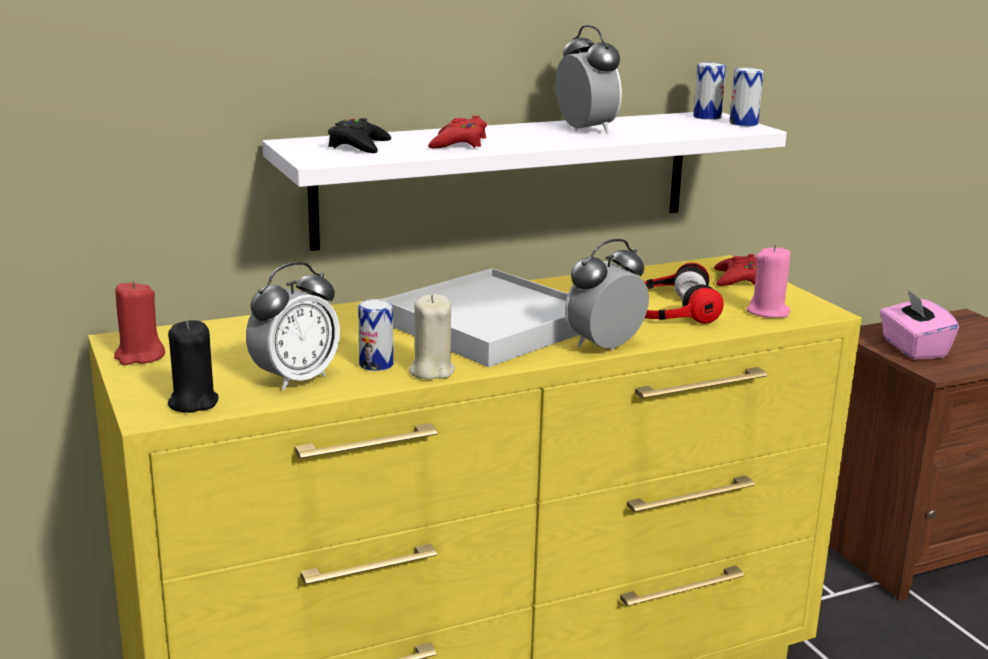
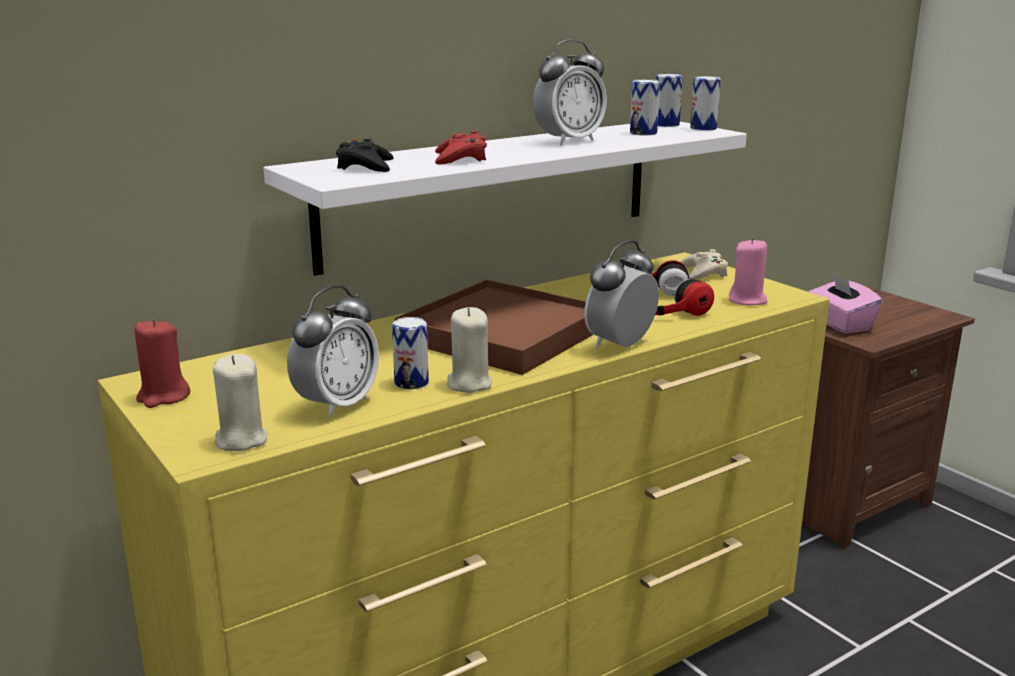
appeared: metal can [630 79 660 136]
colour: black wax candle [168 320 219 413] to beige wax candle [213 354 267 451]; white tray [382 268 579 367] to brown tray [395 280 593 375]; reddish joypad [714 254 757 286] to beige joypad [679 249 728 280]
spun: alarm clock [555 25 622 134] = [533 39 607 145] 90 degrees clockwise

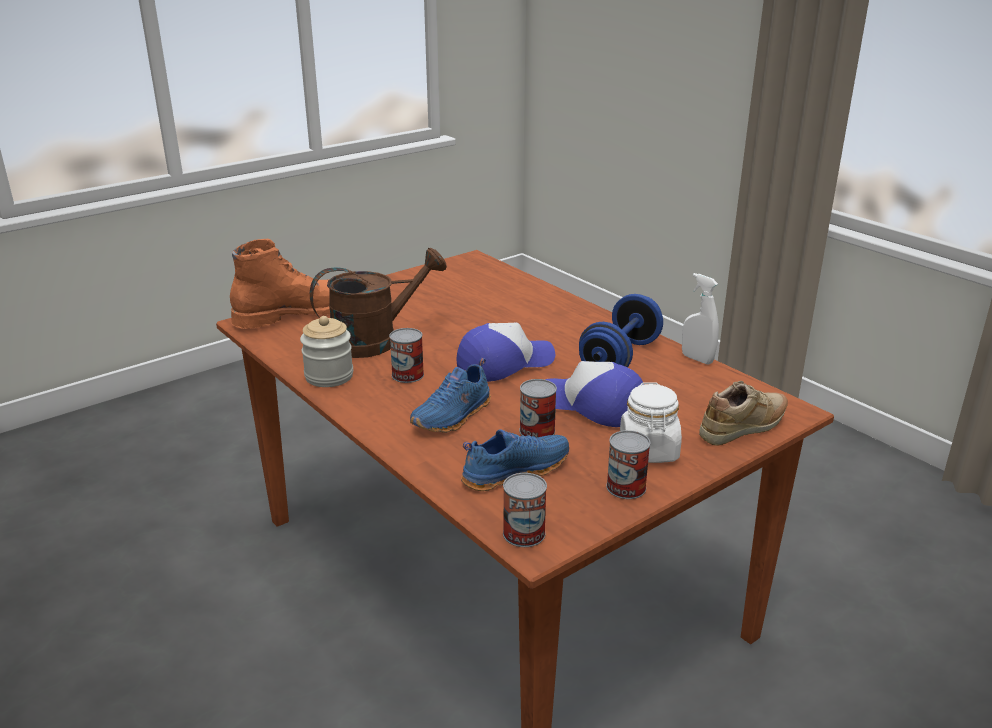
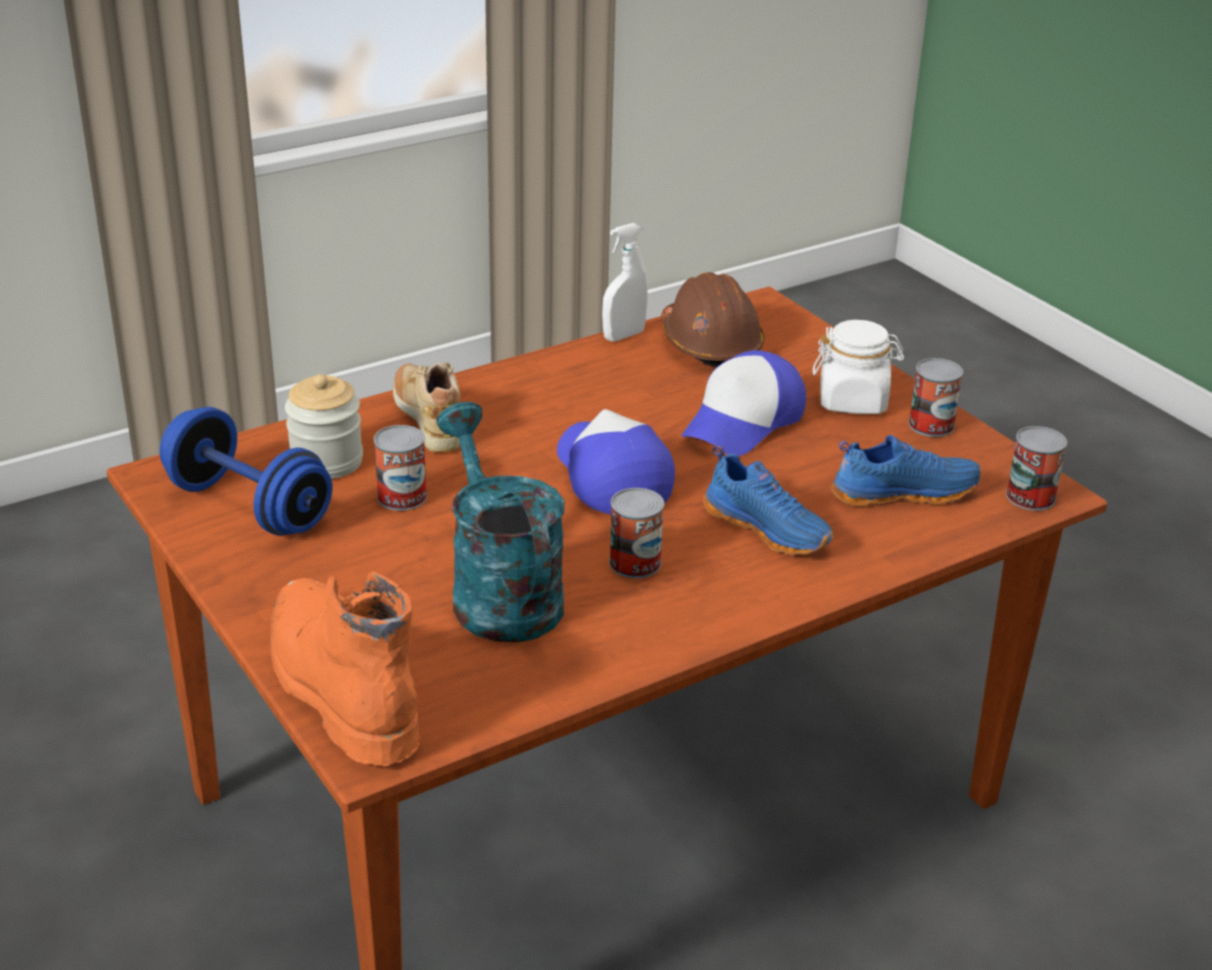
appeared: brown hard hat [661 272 765 367]
relocated: jar [300 316 353 387] to [285 374 363 479]; metal can [519 379 557 438] to [374 425 427 511]; bluish free weight [579 294 663 367] to [160 407 332 535]; beige shoe [699 381 788 446] to [393 362 460 452]
colour: brown watering can [310 248 447 358] to blue-green watering can [436 402 564 642]
spun: bluish shoe [461 429 569 491] = [831 435 981 507] 105 degrees clockwise

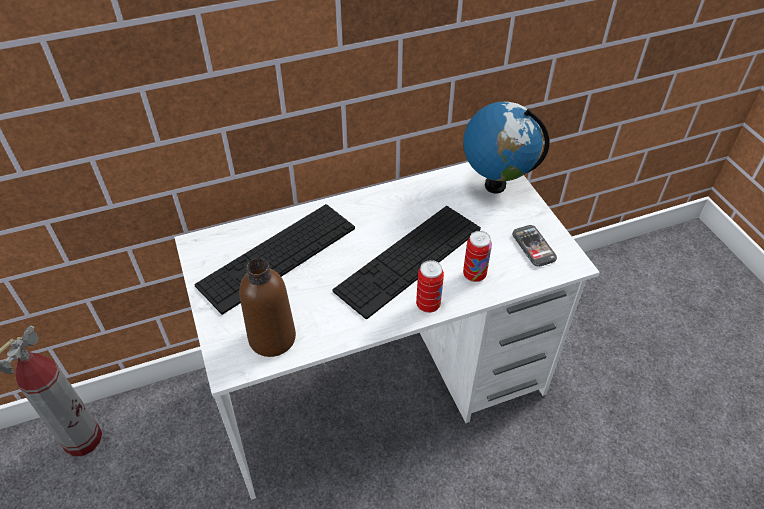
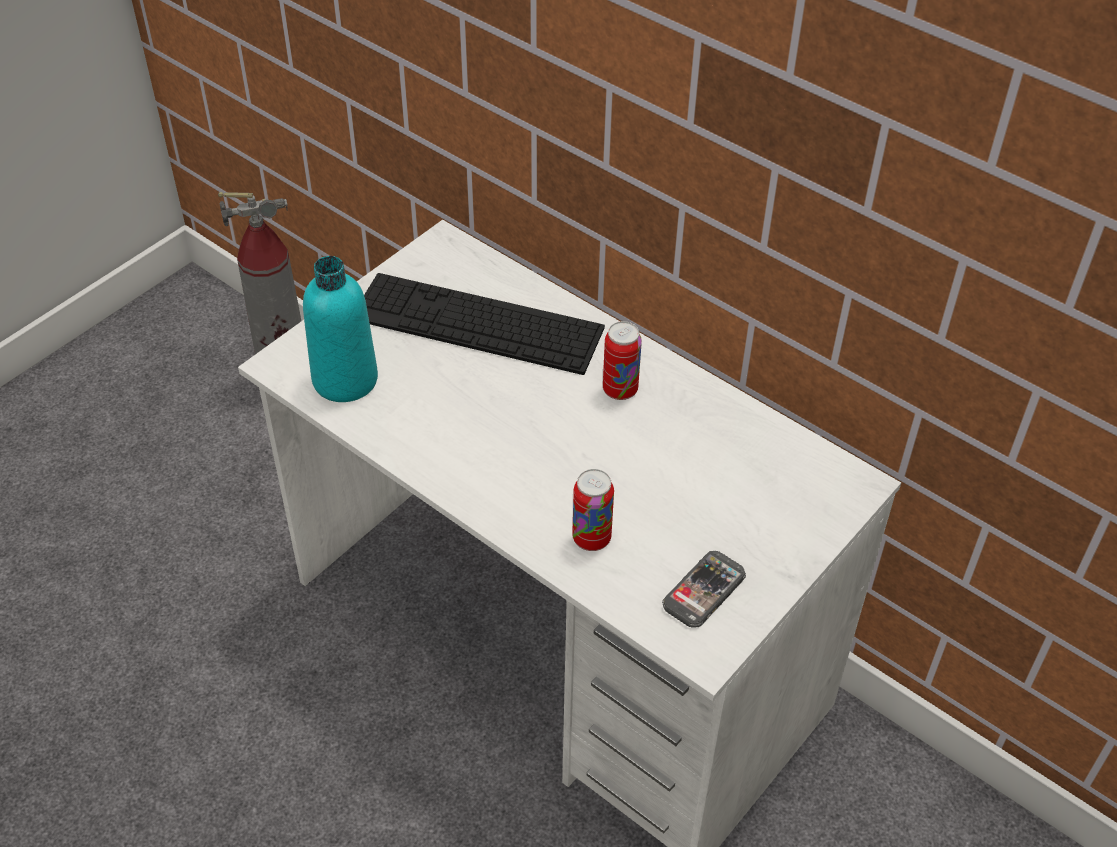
missing: keyboard [332 206 481 319]; globe [463 101 549 194]
relocated: metal can [416 260 444 313] to [603 321 642 400]
colour: brown bottle [239 258 296 357] to blue-green bottle [303 256 378 402]

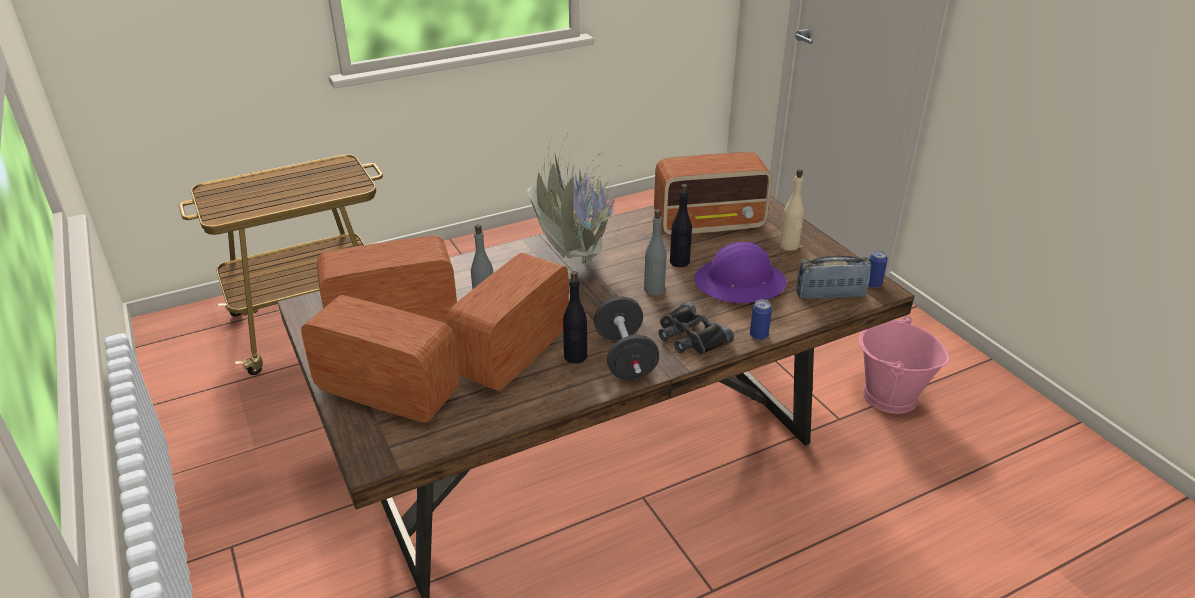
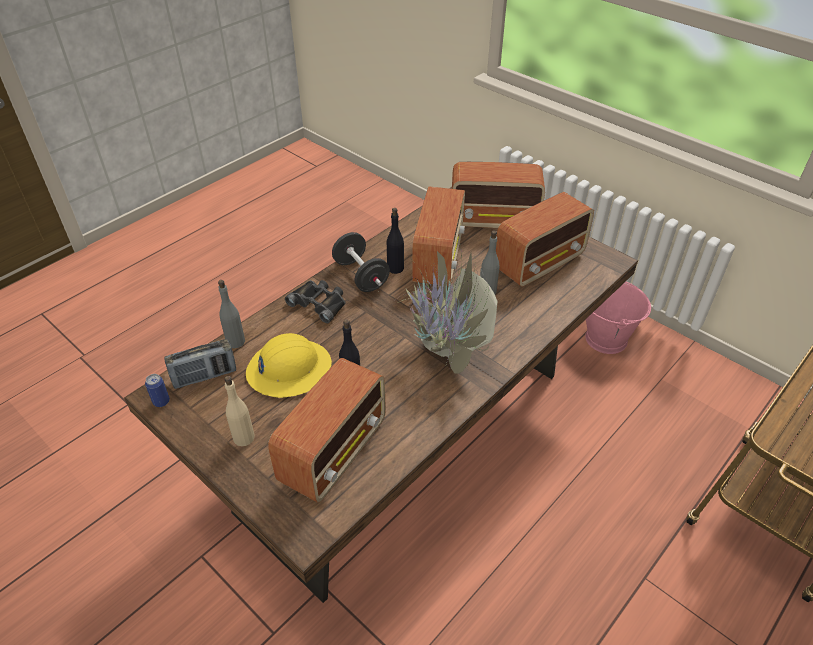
missing: metal can [750 300 772 340]
relocated: greyish bottle [644 209 667 295] to [218 280 245 349]; pink-coloured pail [859 316 949 414] to [585 282 651 354]
colour: purple hard hat [694 242 786 303] to yellowish hard hat [246 333 332 398]
spun: radio receiver [654 152 772 235] = [268 358 386 503] 150 degrees clockwise

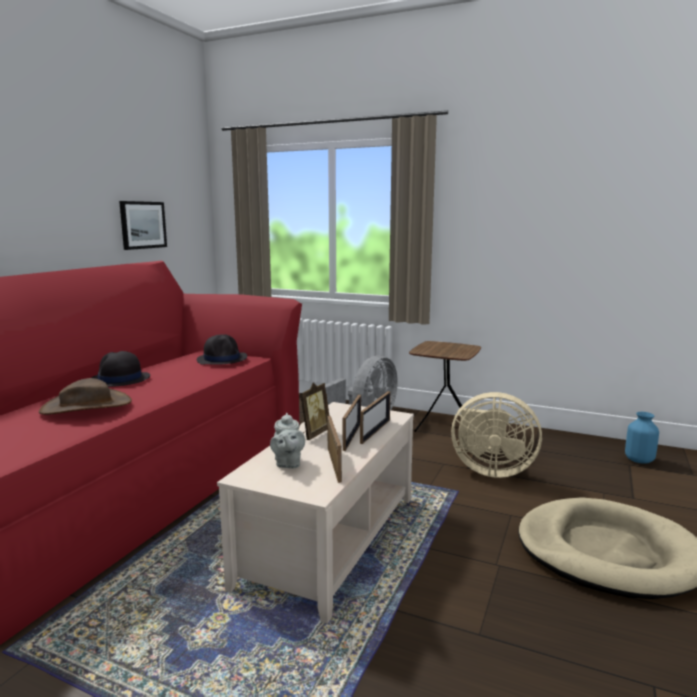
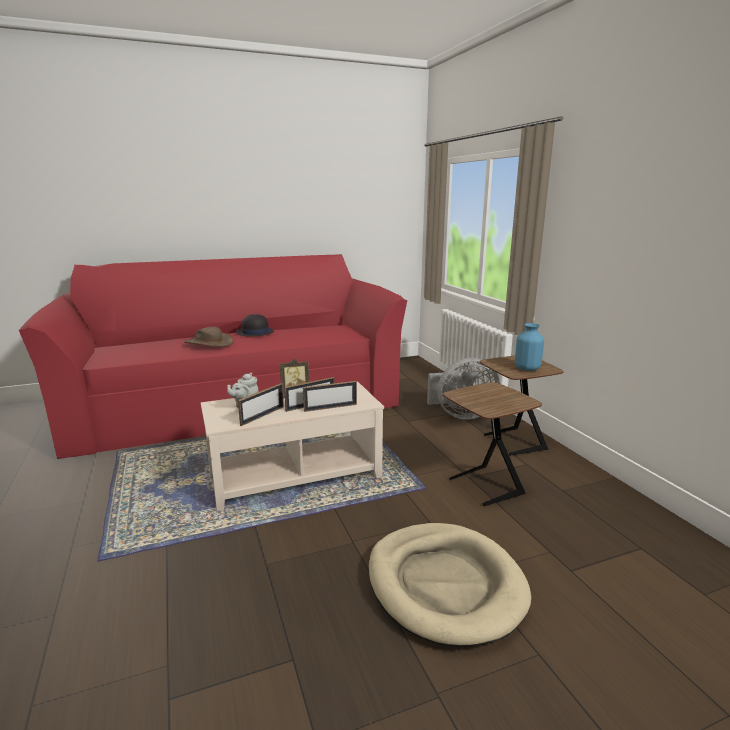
missing: wall picture [119 201 167 250]; black wearable hat [197 334 247 365]
relocated: bluish flower vase [625 412 659 464] to [515 323 544 371]
exchanged: beige electric fan [451 392 542 478] to brown accent table [443 382 542 506]

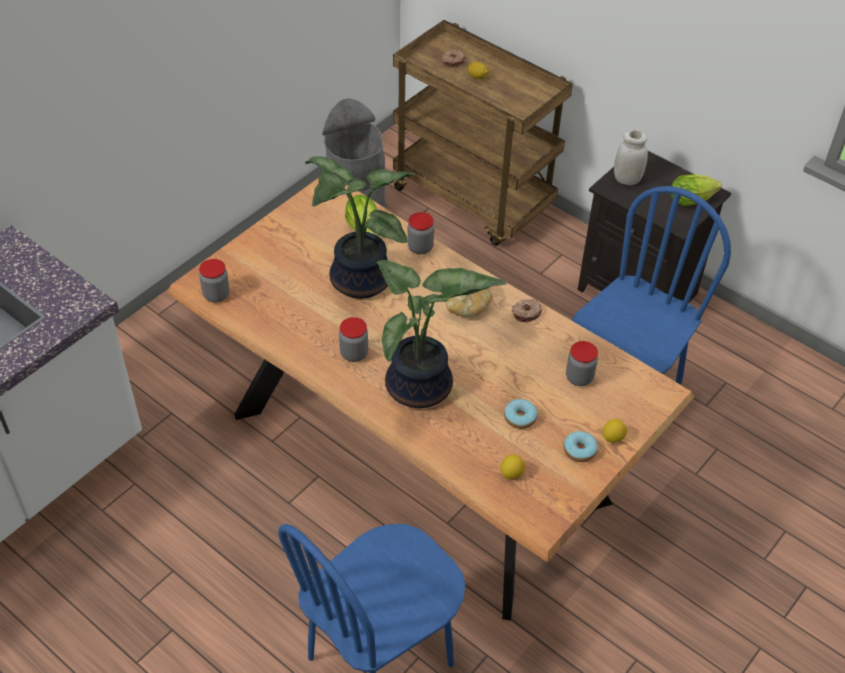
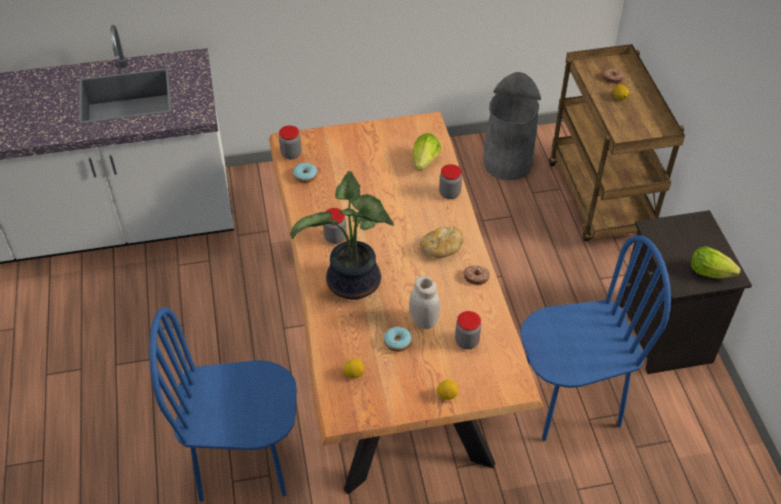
missing: houseplant [305 156 415 299]
relocated: doughnut [563 431 598 462] to [293 163 317 183]; white jar [614 130 648 185] to [409 276 440 329]

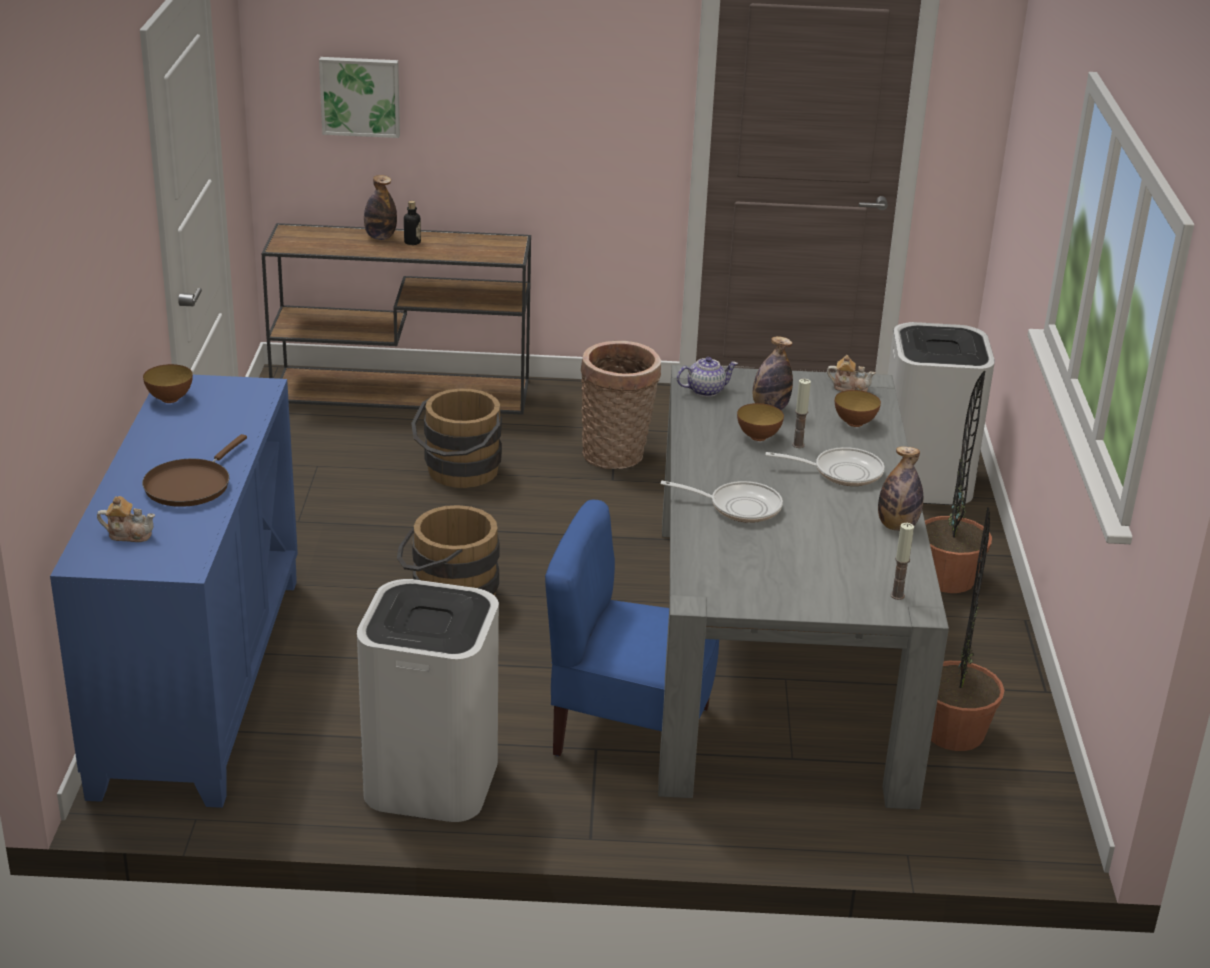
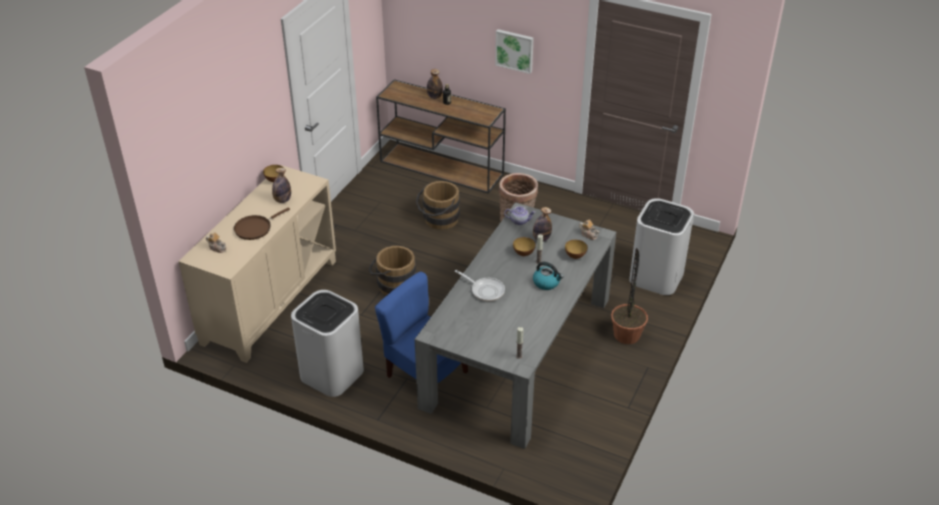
missing: houseplant [931 507 1004 751]
relocated: wall picture [319 57 400 138] to [495 29 534 74]; bottle [878 446 923 531] to [272 168 291 203]
exchanged: frying pan [766 447 884 486] to tea kettle [533 262 564 290]
colour: bluish cupboard [50 375 298 808] to beige cupboard [178 165 336 363]

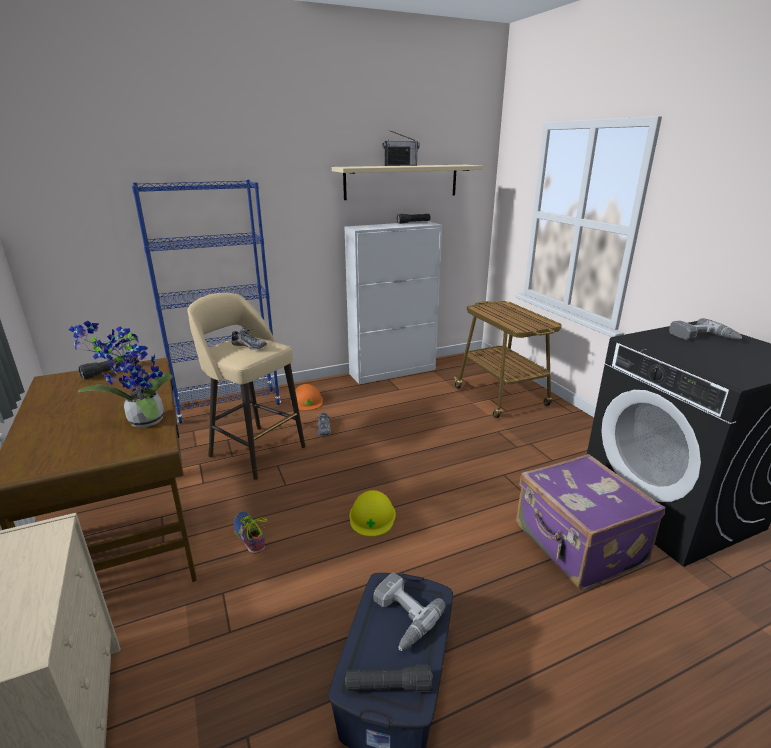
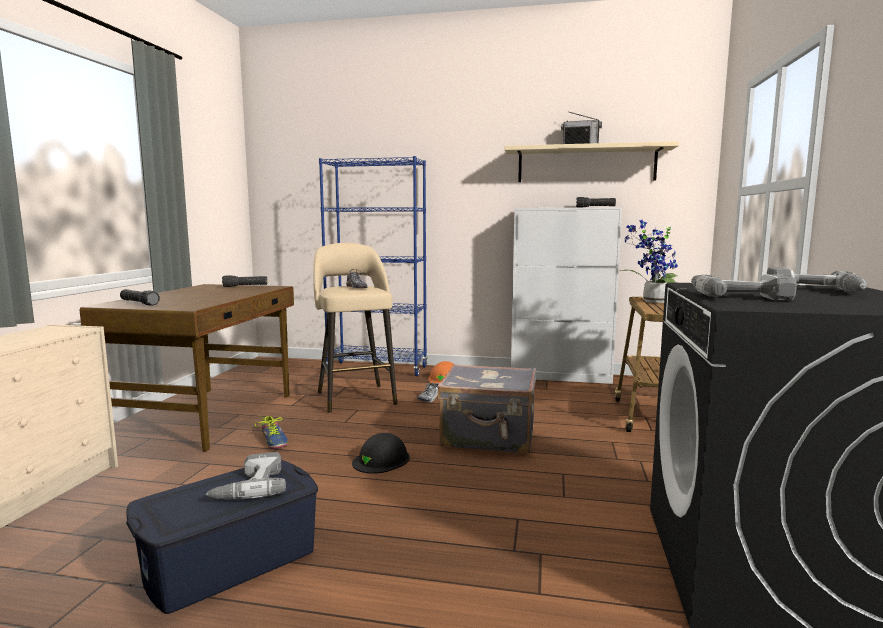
missing: purple suitcase [516 454 665 590]
appeared: greyish suitcase [437 364 536 454]; drill [691 274 797 301]
relocated: houseplant [68 321 173 427] to [620 220 678 303]; black hand torch [346 665 433 692] to [120 289 160 306]
colour: yellowish hard hat [350 490 396 537] to black hard hat [352 433 410 474]
spun: shoe [234 512 267 554] = [255 416 288 449] 150 degrees clockwise

